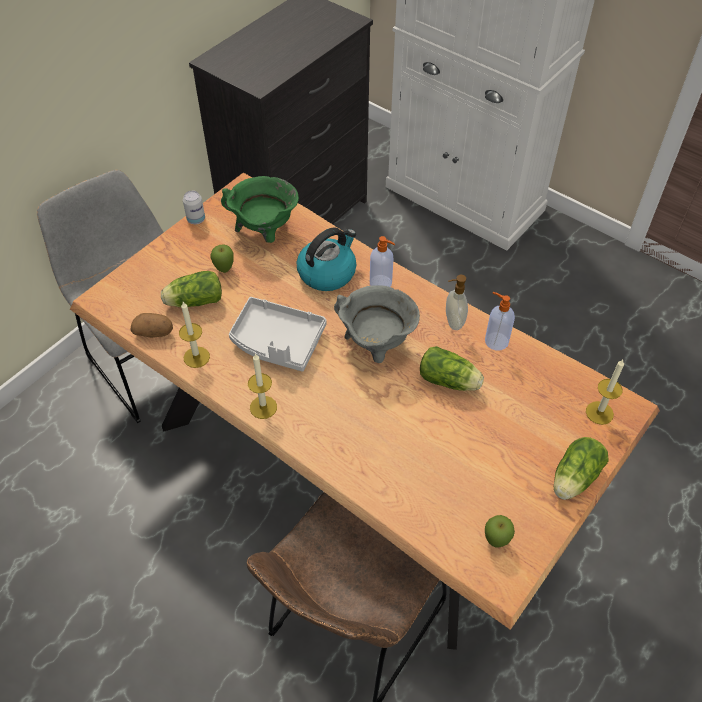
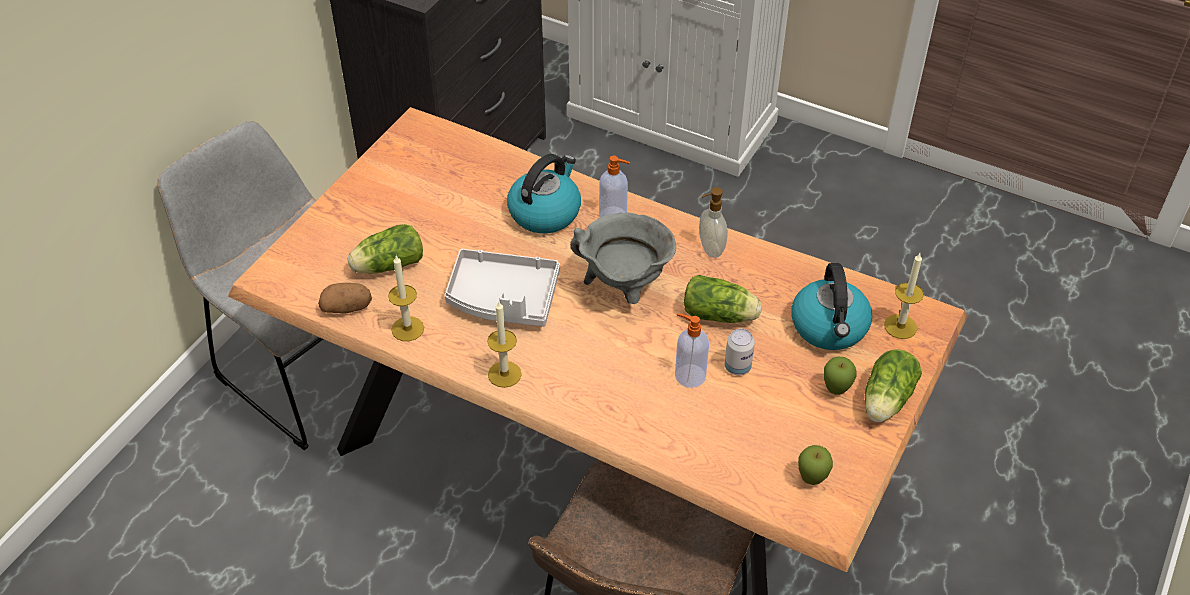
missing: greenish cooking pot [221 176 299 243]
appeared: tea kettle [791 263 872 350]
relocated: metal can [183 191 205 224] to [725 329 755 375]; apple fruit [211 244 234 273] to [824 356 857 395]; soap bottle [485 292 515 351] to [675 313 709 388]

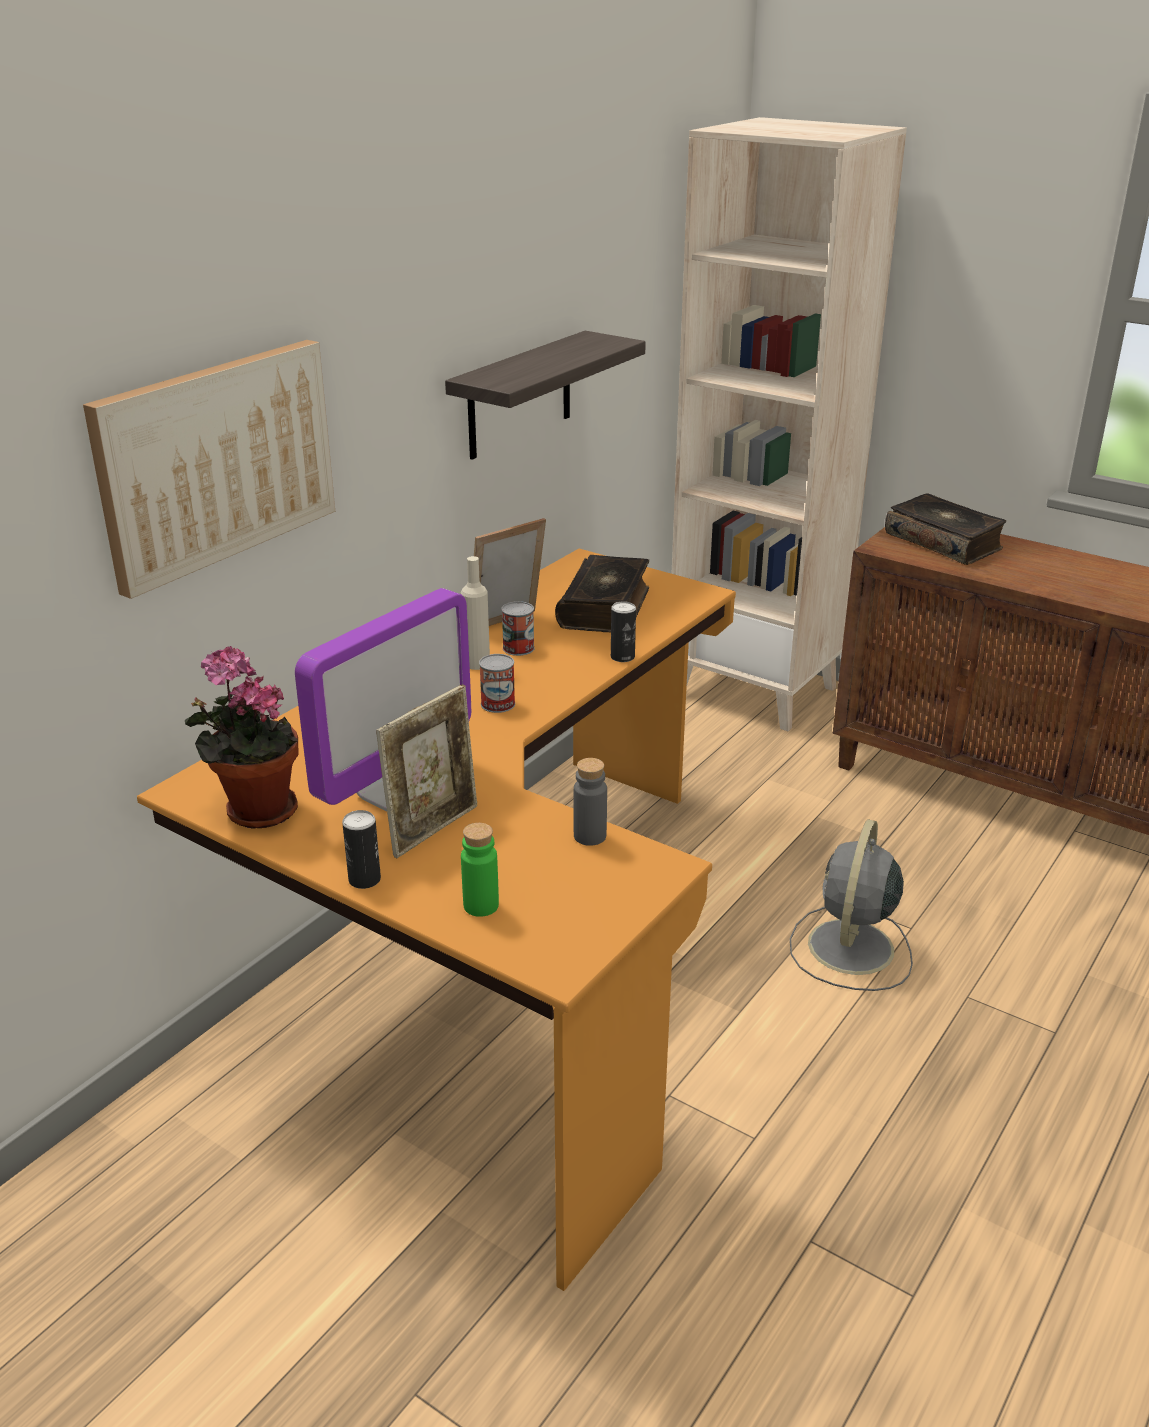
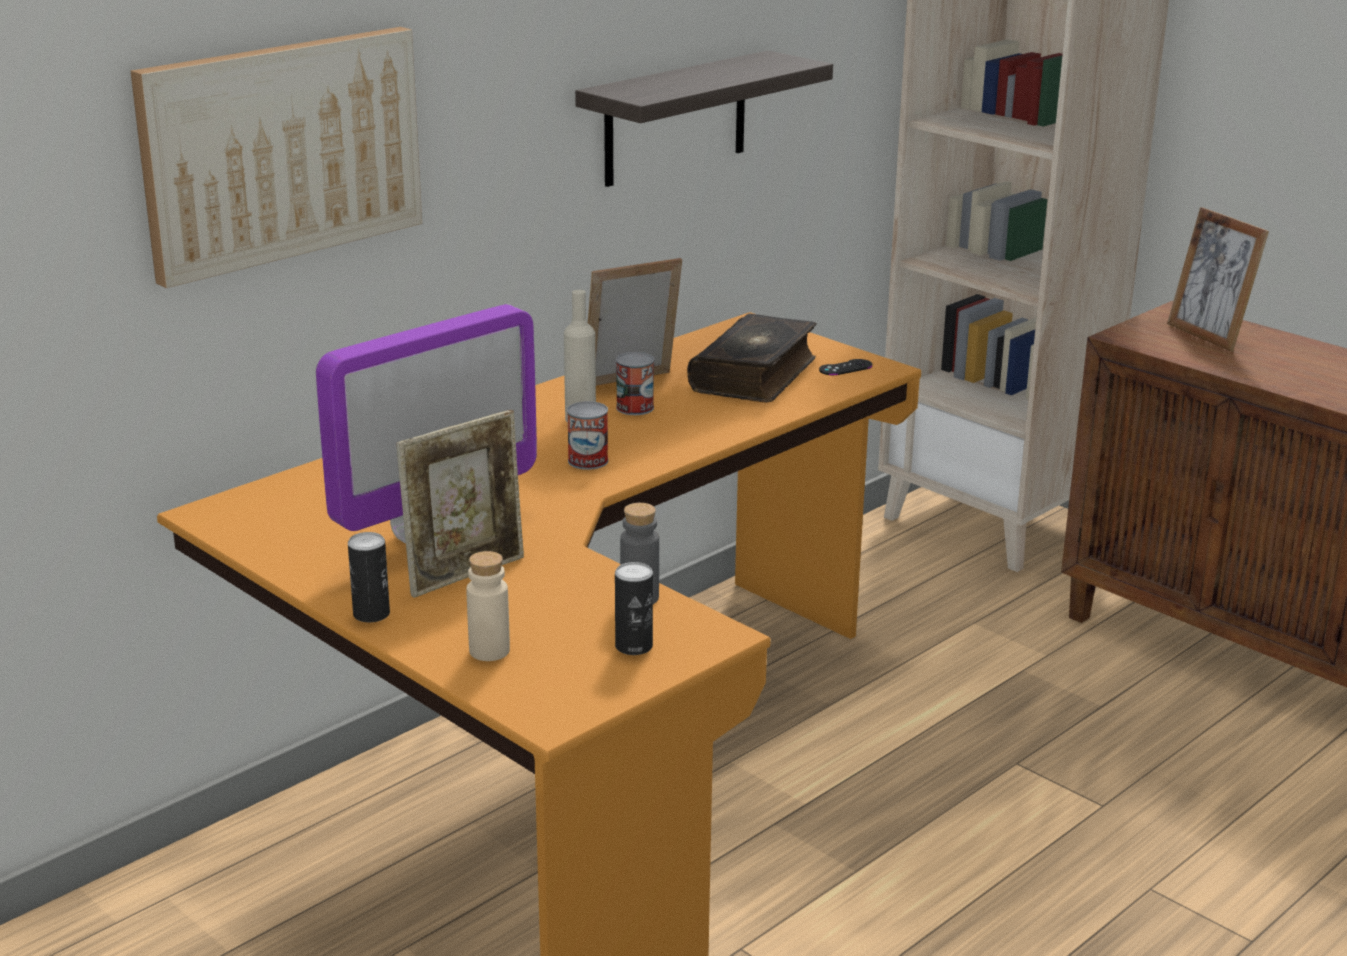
missing: houseplant [185 646 299 828]; greyish electric fan [790 819 913 991]
appeared: black joypad [819 359 872 375]
relocated: metal can [611 601 636 662] to [615 562 653 655]
exchanged: volume [885 493 1006 565] to photo frame [1167 207 1269 352]
colour: greenish bottle [461 823 499 917] to beige bottle [466 551 510 661]

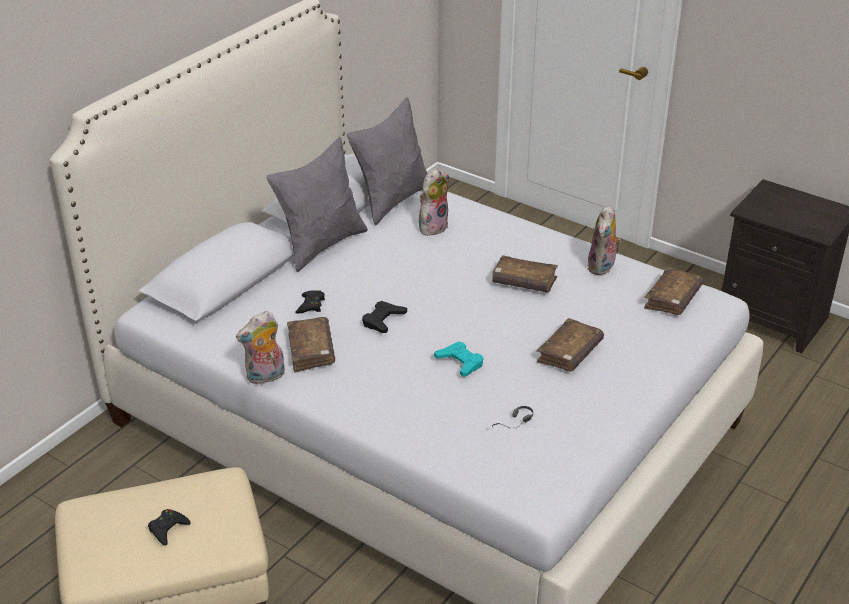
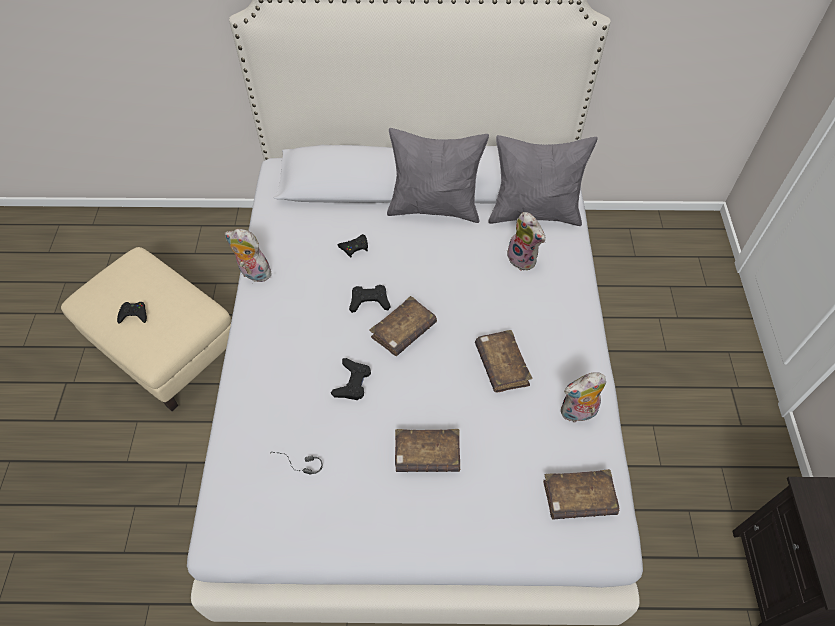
relocated: brown volume [287 317 335 372] to [369 296 437 356]
colour: blue-green joypad [434 341 484 377] to black joypad [331 358 371 400]
spun: cuddly toy [419 168 449 236] = [507 212 546 271] 45 degrees clockwise

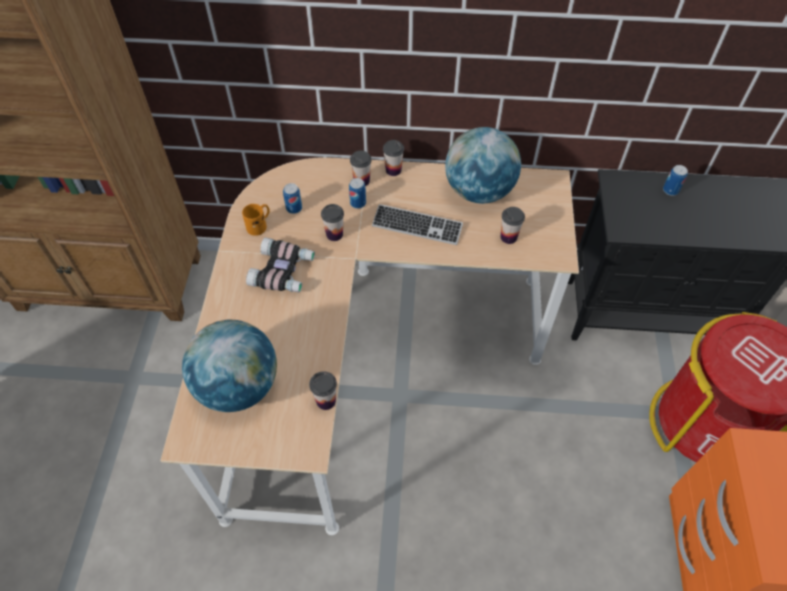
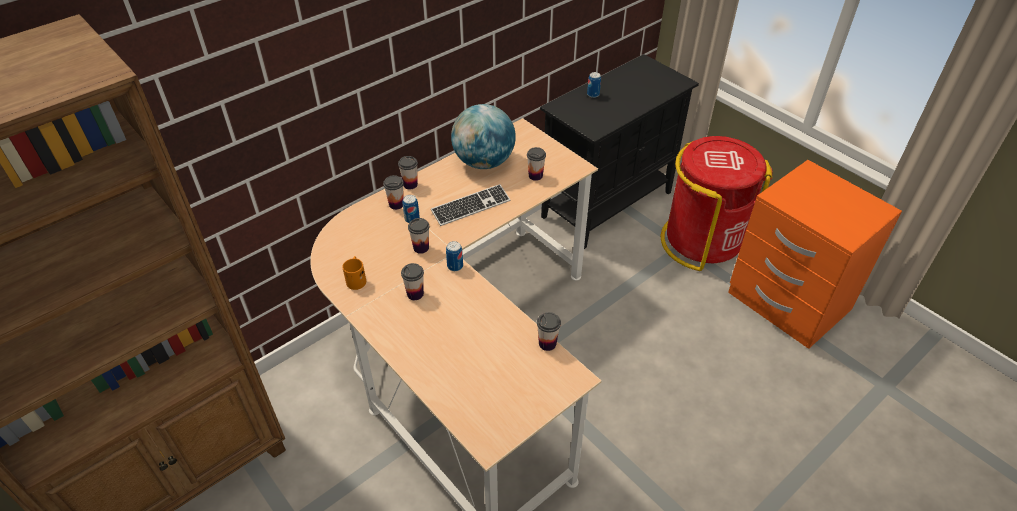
missing: globe [182 320 277 412]
relocated: metal can [283 183 302 214] to [446 241 463 271]
exchanged: pair of binoculars [246 237 315 293] to cup [401 263 424 300]

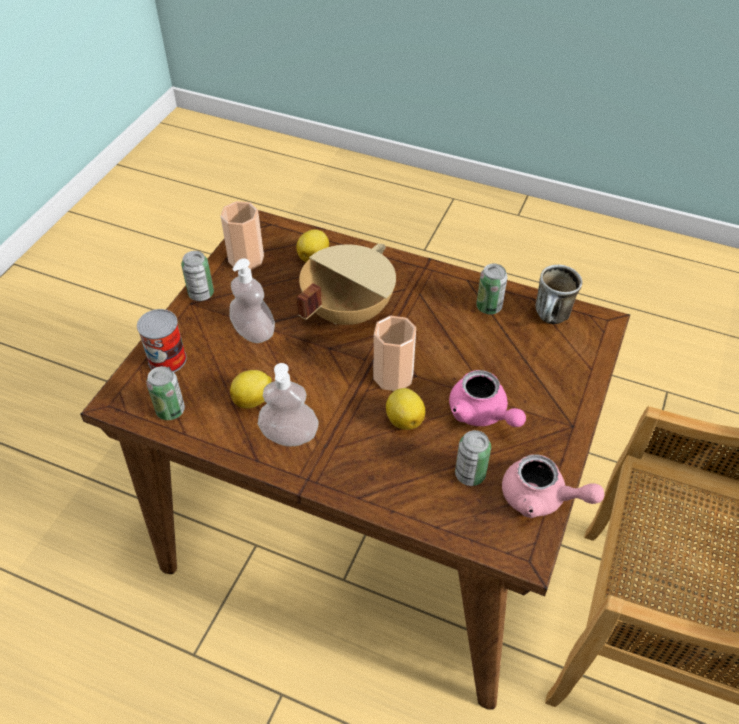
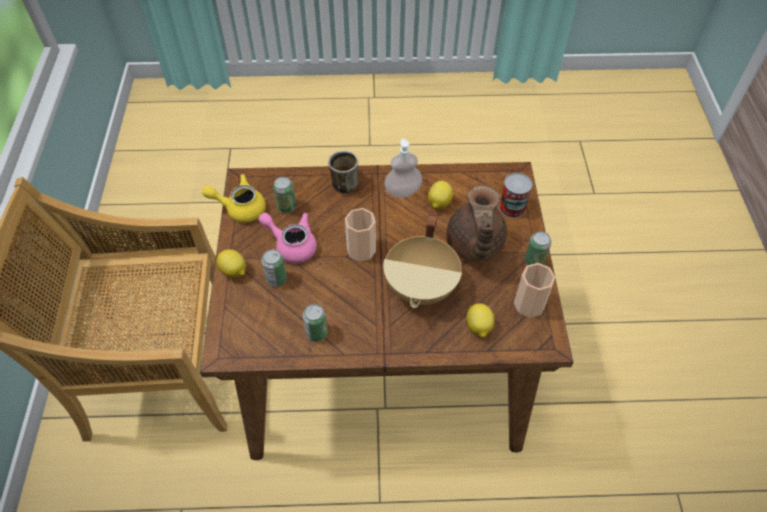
relocated: metal can [146 366 185 420] to [261 249 287 287]; lemon [386 388 425 430] to [216 249 246 278]; coffee mug [536 265 583 324] to [328 150 358 194]
exchanged: soap bottle [229 258 275 343] to brown pot for tea [446 186 507 262]
colour: pink-coloured pot for tea [502 455 604 518] to yellowish pot for tea [202 174 266 223]

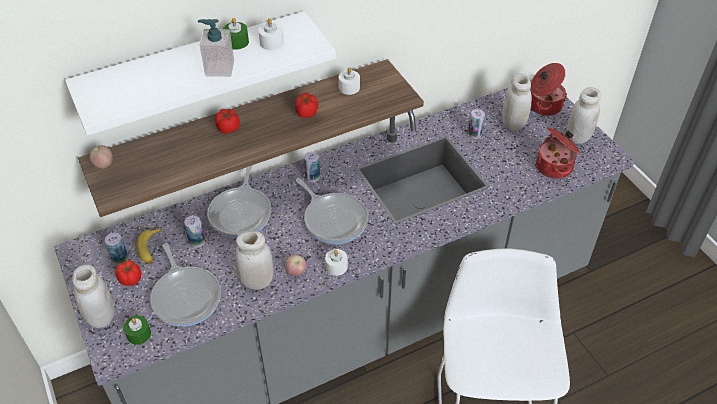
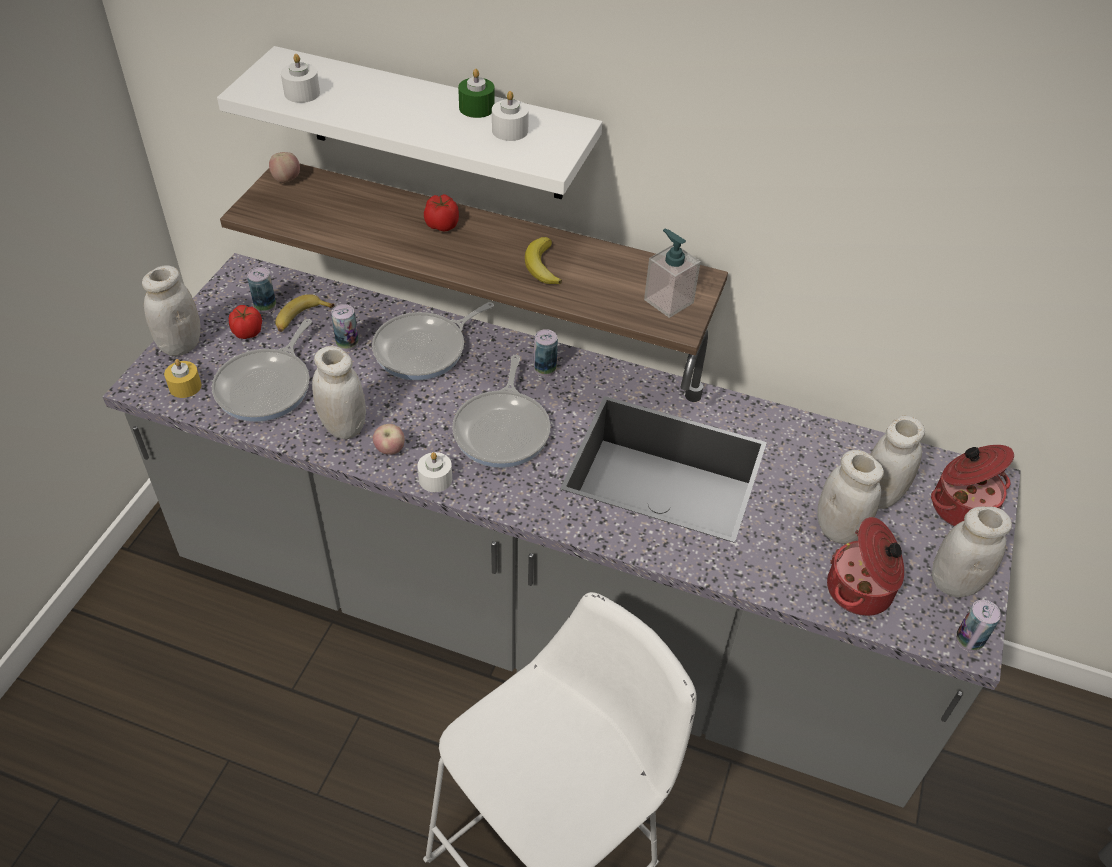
appeared: white jar [817 450 884 544]
relocated: soap bottle [198 19 234 77] to [644 229 701 318]; white wax candle [339 67 360 95] to [281 54 320 103]; metal can [468 109 485 139] to [956 600 1001 652]
exchanged: whole tomato [295 93 318 118] to whole banana [525 237 562 284]
colour: greenish wax candle [123 316 151 345] to yellowish wax candle [164 359 201 398]

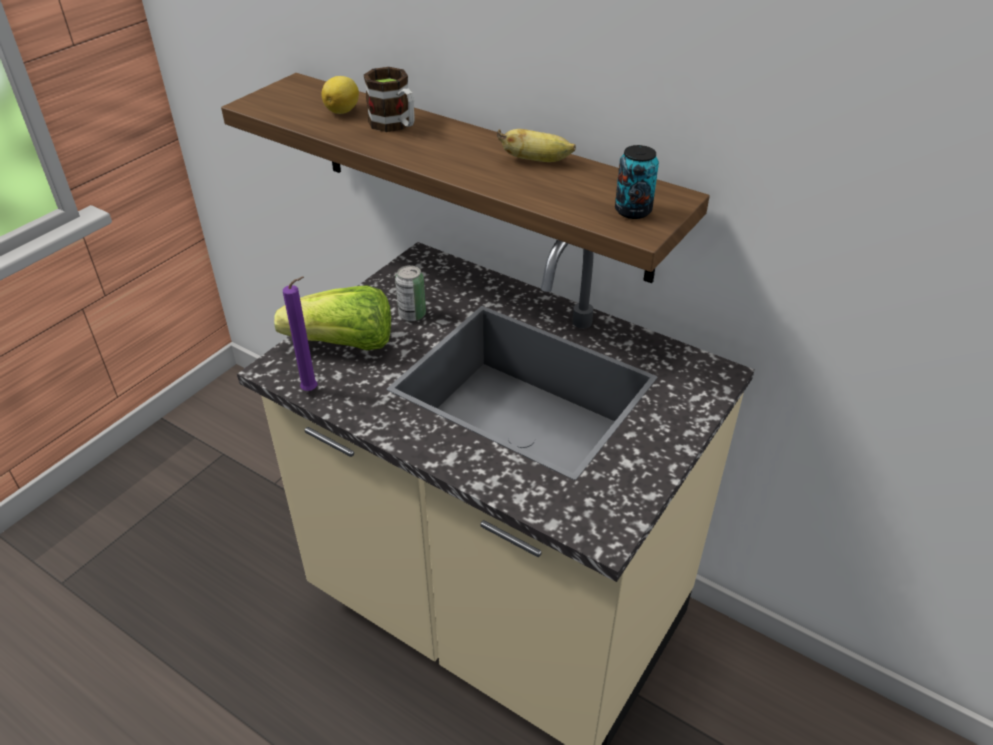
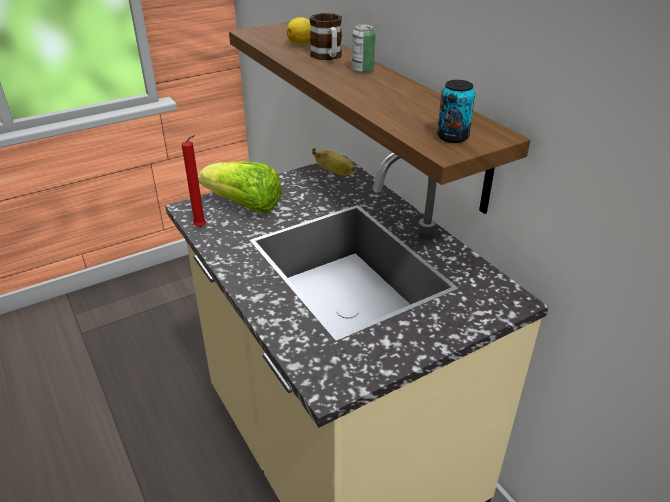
relocated: metal can [395 265 426 321] to [352 24 376 73]; whole banana [497 129 576 162] to [312 148 355 175]
colour: purple wax candle [283 277 317 391] to reddish wax candle [182 135 206 227]

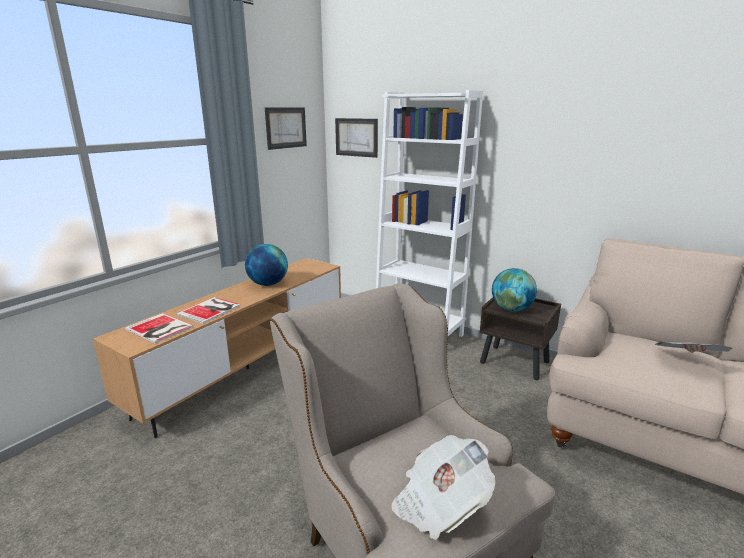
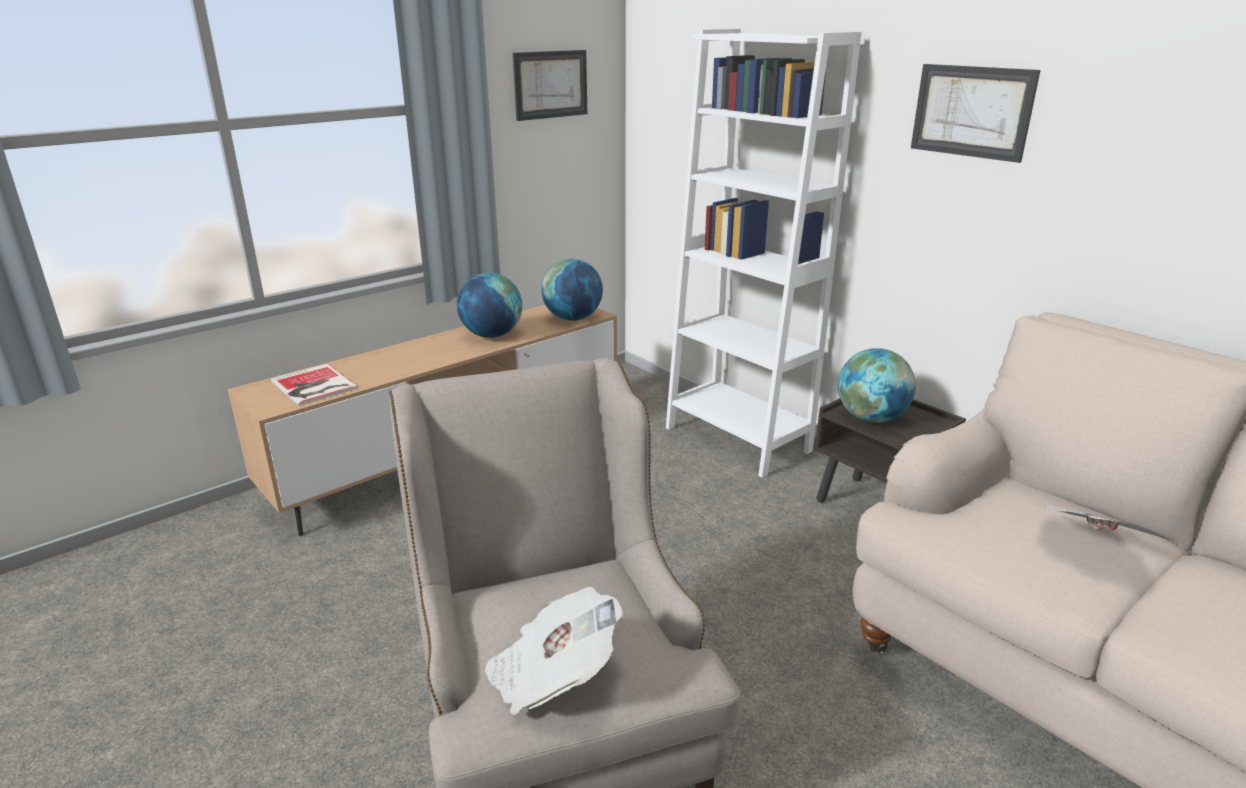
missing: volume [176 297 240 324]
appeared: globe [541 259 603 321]
relocated: wall picture [335 118 378 158] to [911 64 1041 163]

